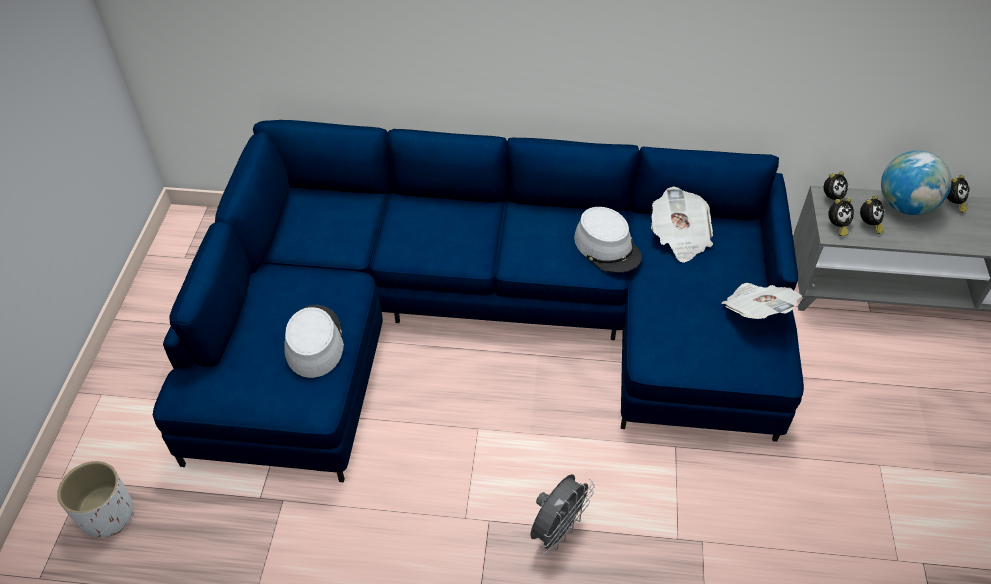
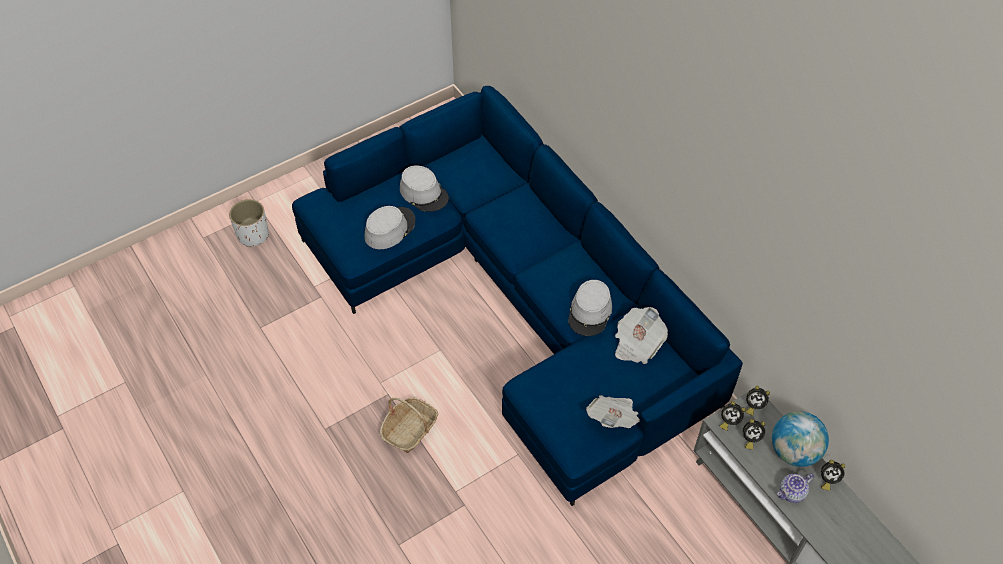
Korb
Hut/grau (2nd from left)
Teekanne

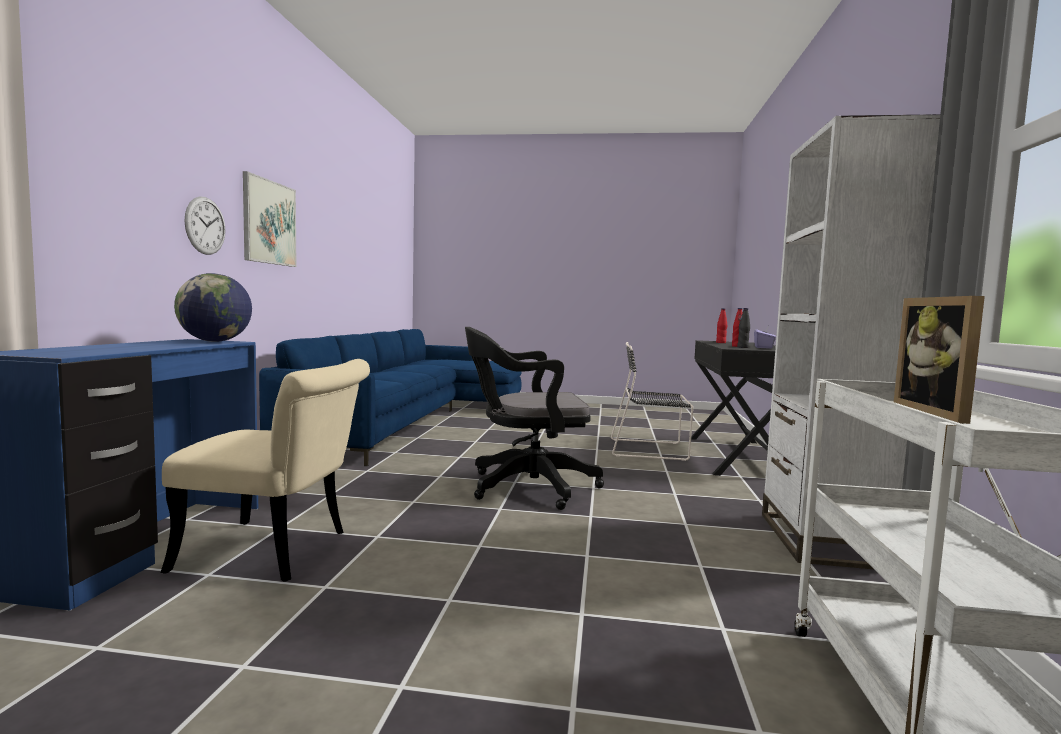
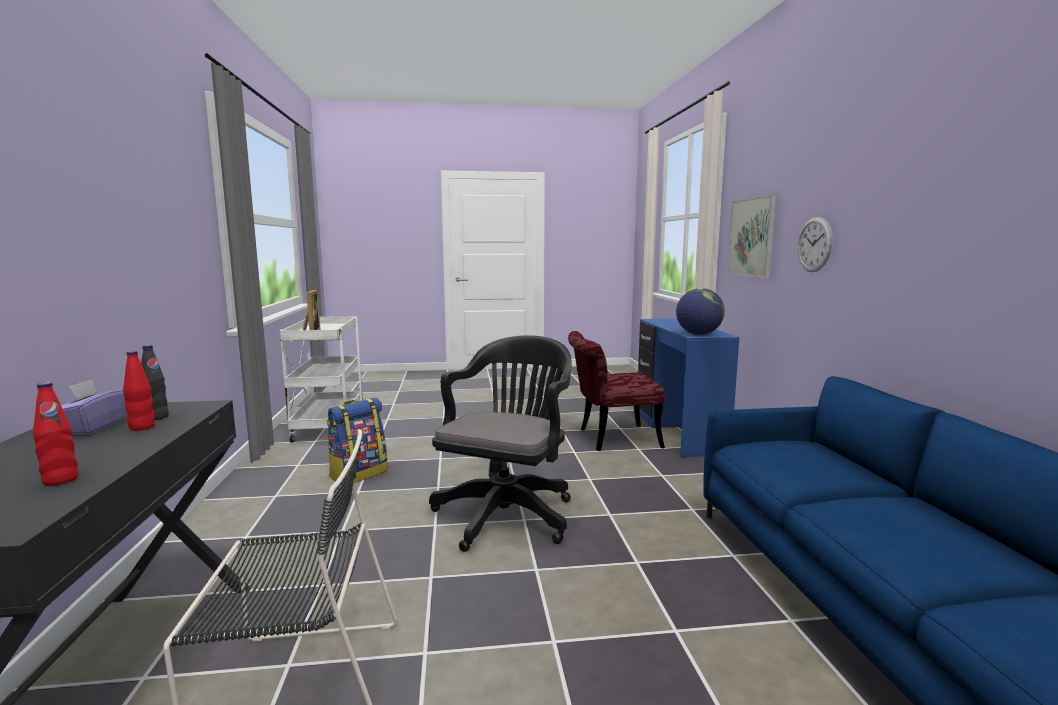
Bücherregal/weiß
Bild
Bürostuhl/schwarz
Stuhl/rot
Rucksack

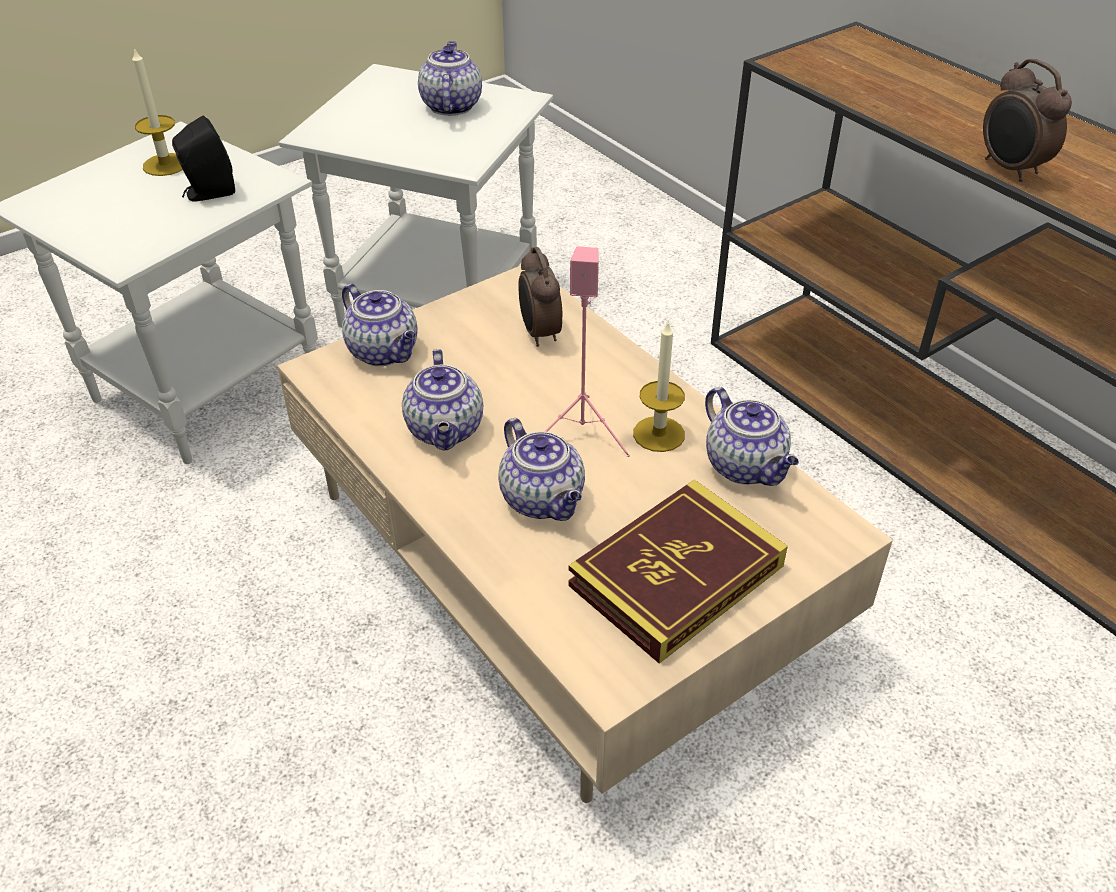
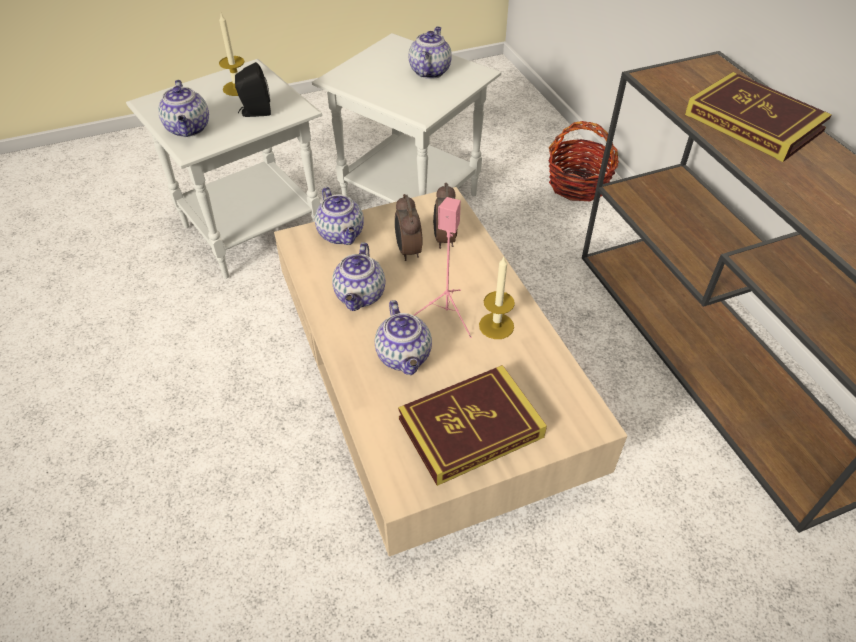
Wecker (1st from left)
Teekanne (1st from left)
Buch (2nd from left)
Korb

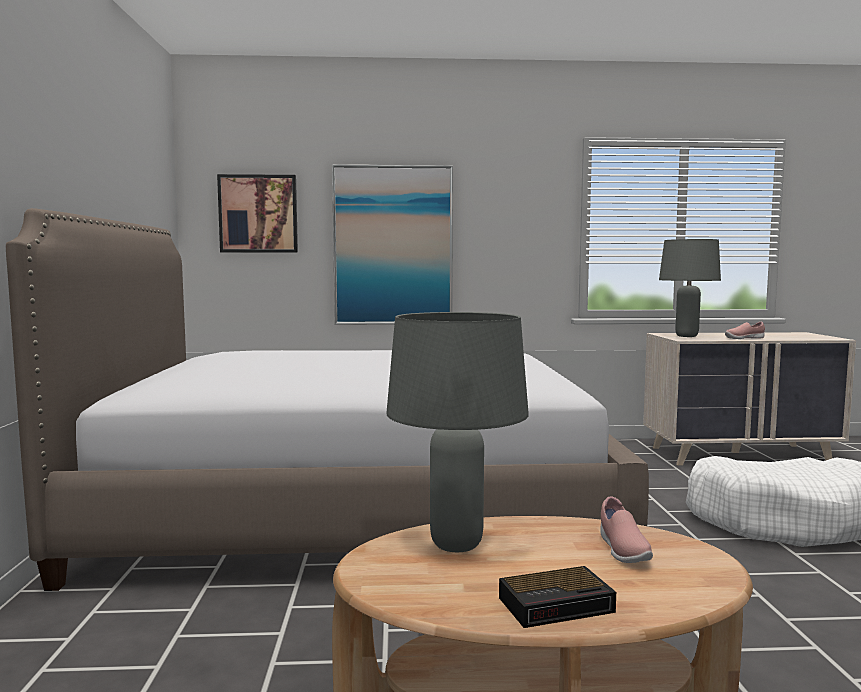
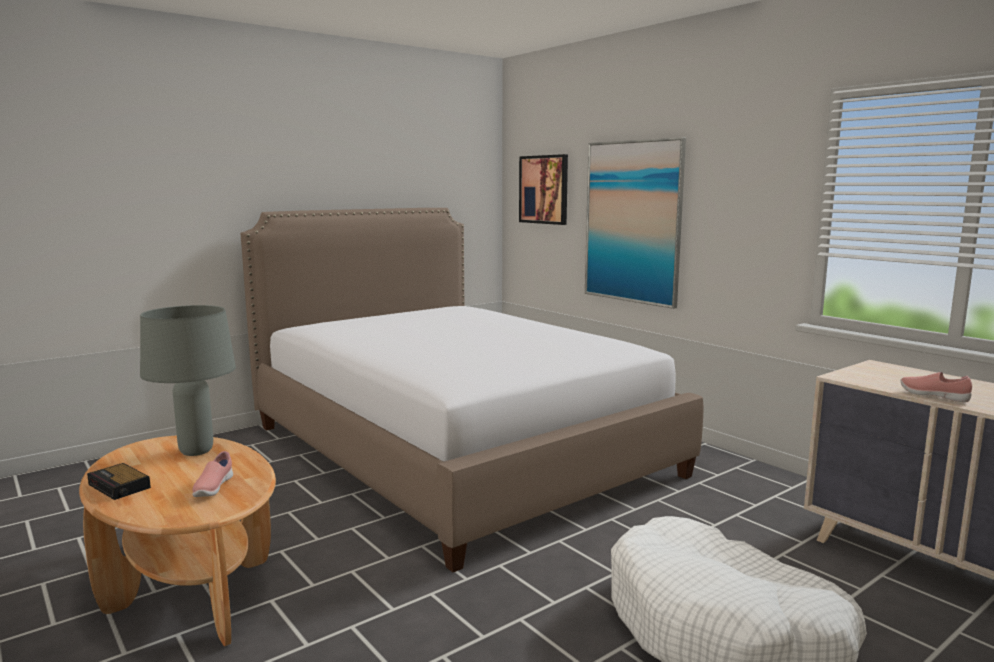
Tischlampe/grau (2nd from left in the first image)
Schuh/rosa (1st from left)

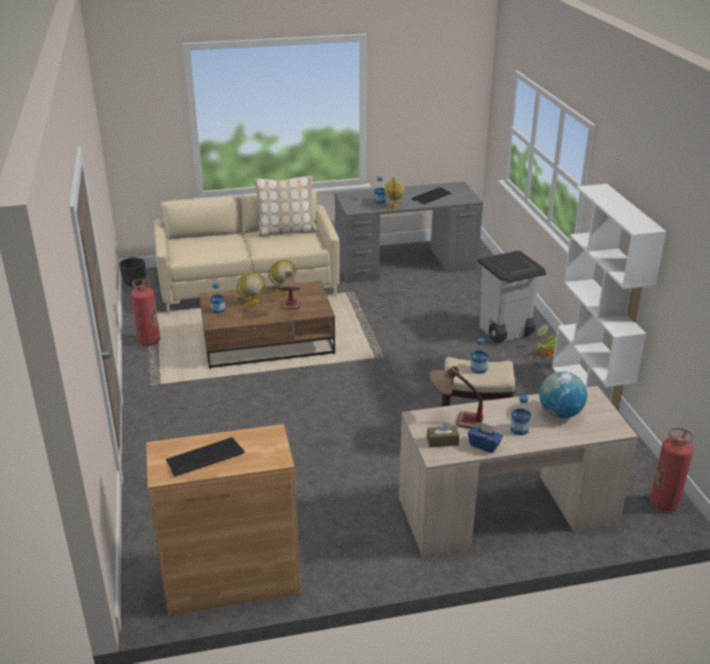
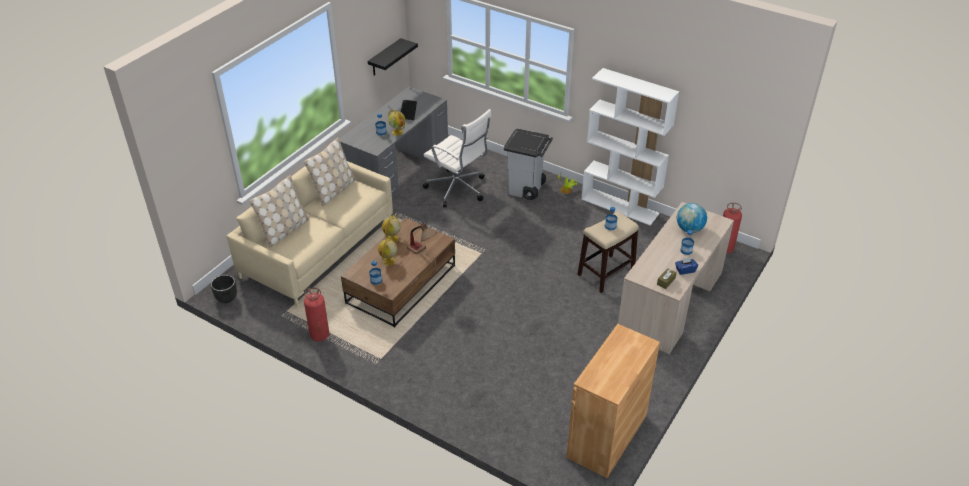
Tischlampe (2nd from left in the first image)
Tastatur (1st from left in the first image)
Wandregal/schwarz
Bürostuhl/weiß
Kissen/beige (1st from left)

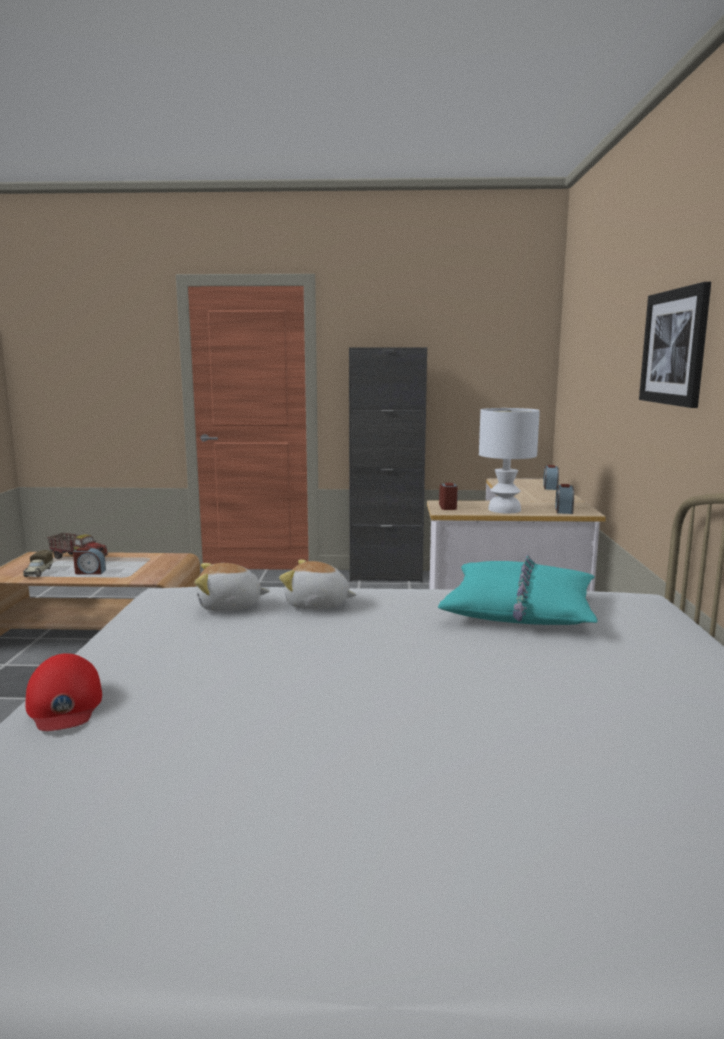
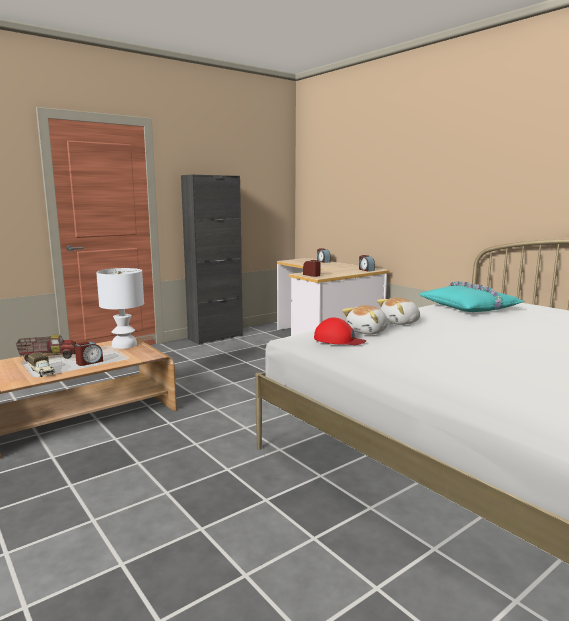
Bild
Tischlampe/weiß
Kappe/rot

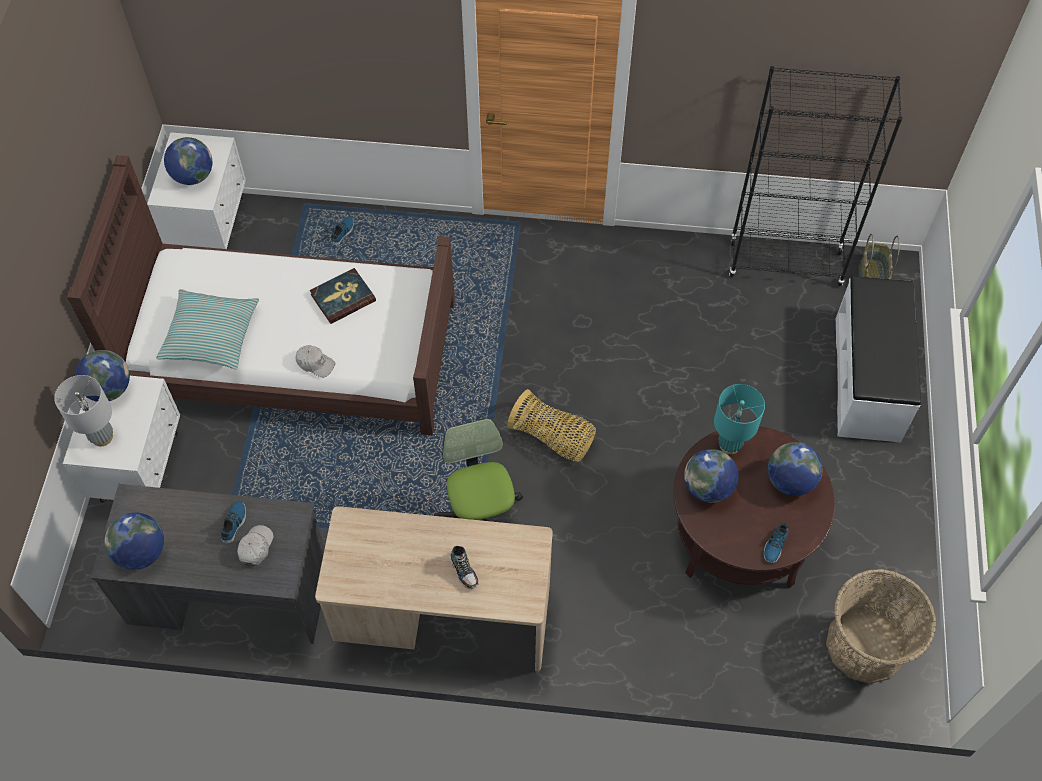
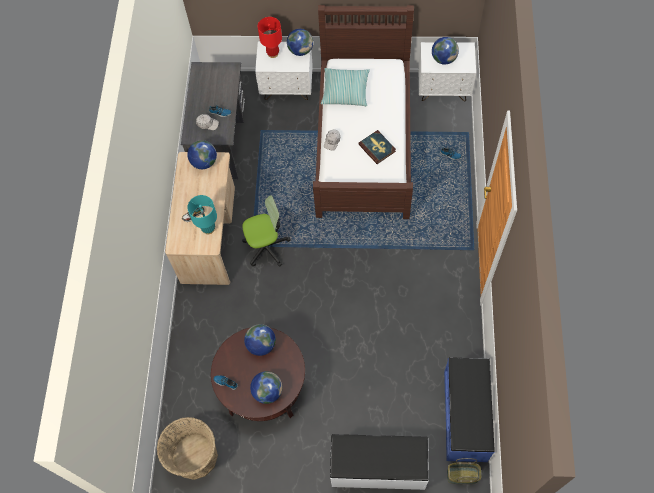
Bank/blau
Tischlampe/rot
Tischlampe/türkis
Korb (1st from left in the first image)
Globus (1st from left)

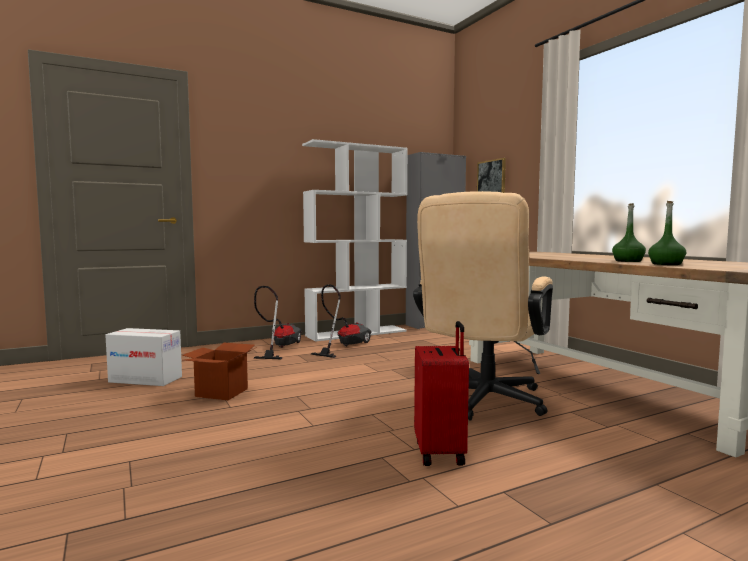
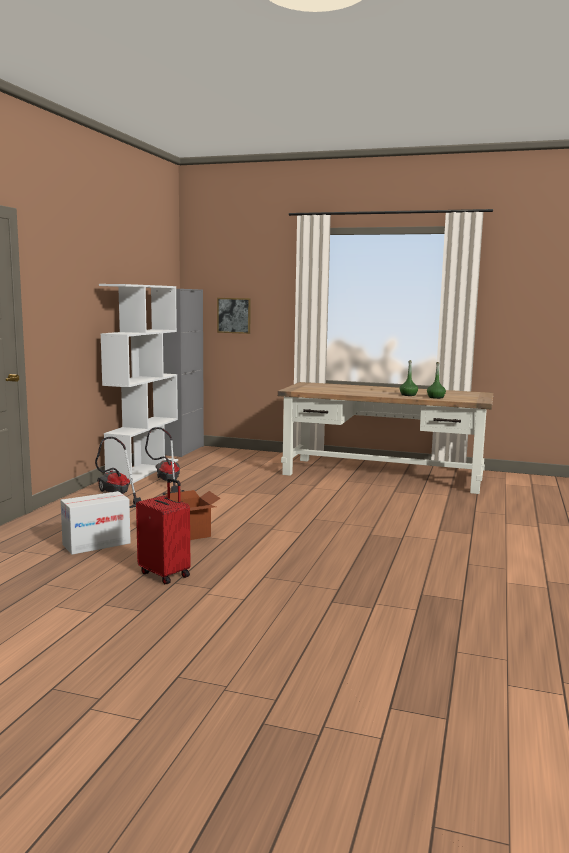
Bürostuhl/beige
Koffer/rot

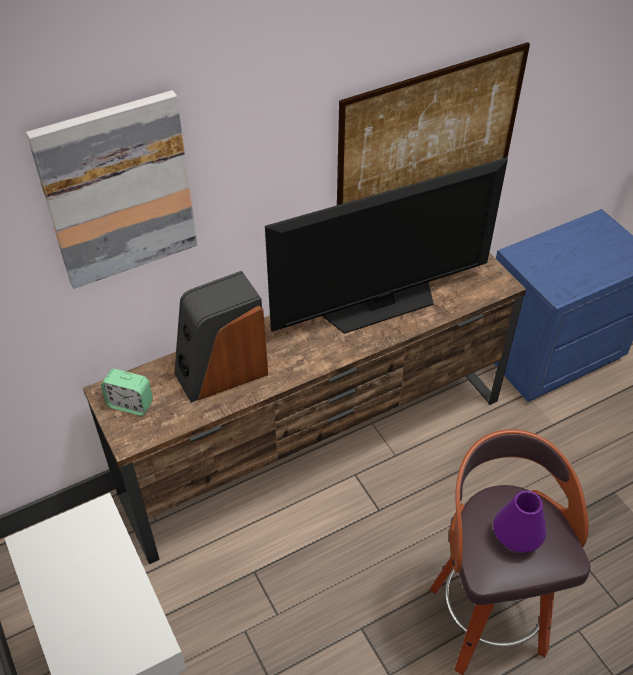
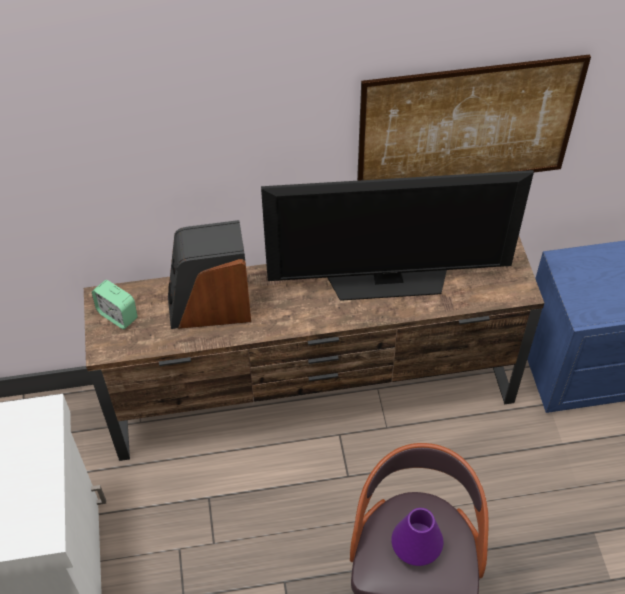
Bild (1st from left in the first image)

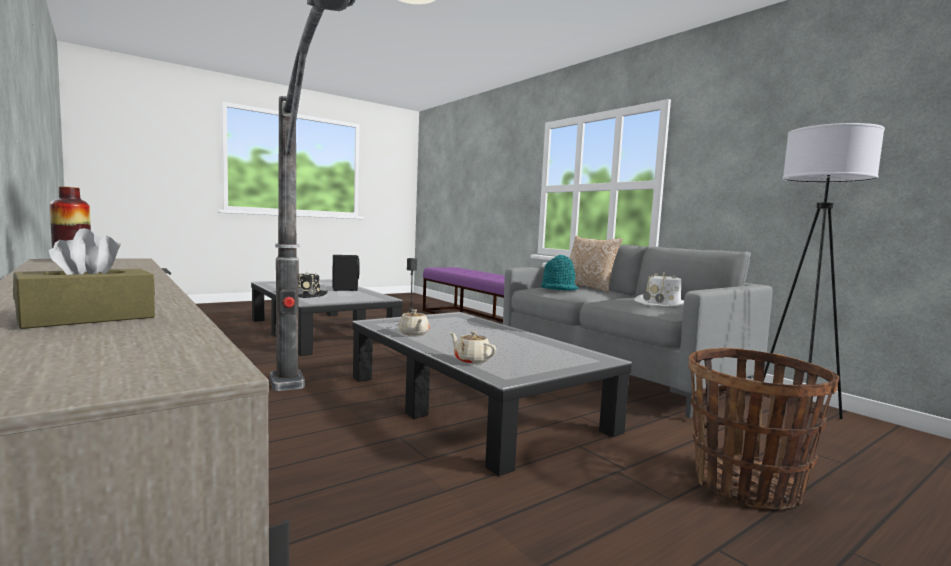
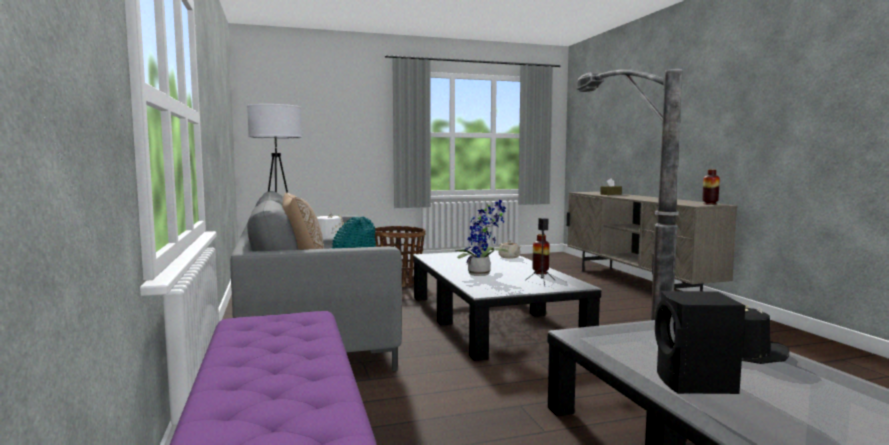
Vase (1st from left)
Topfpflanze

